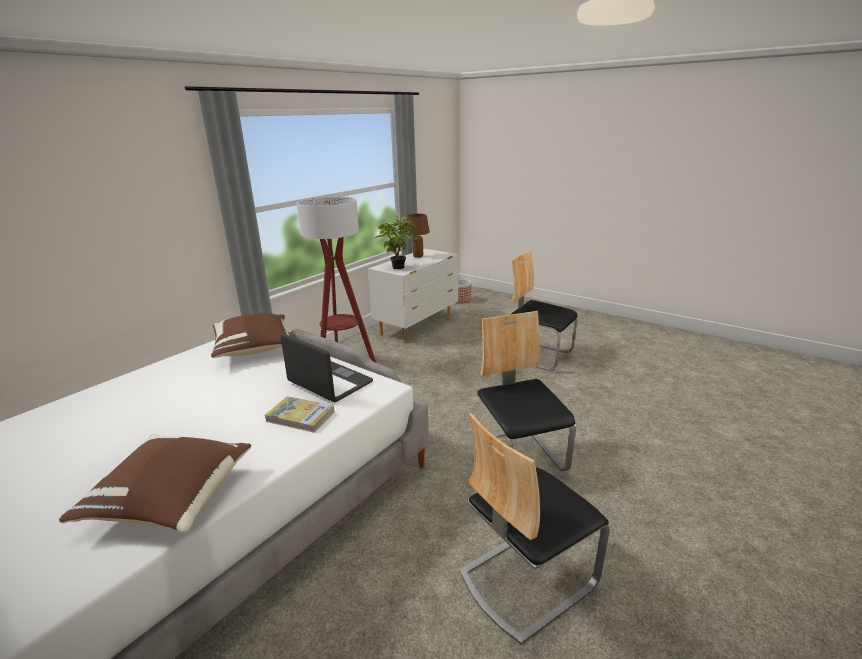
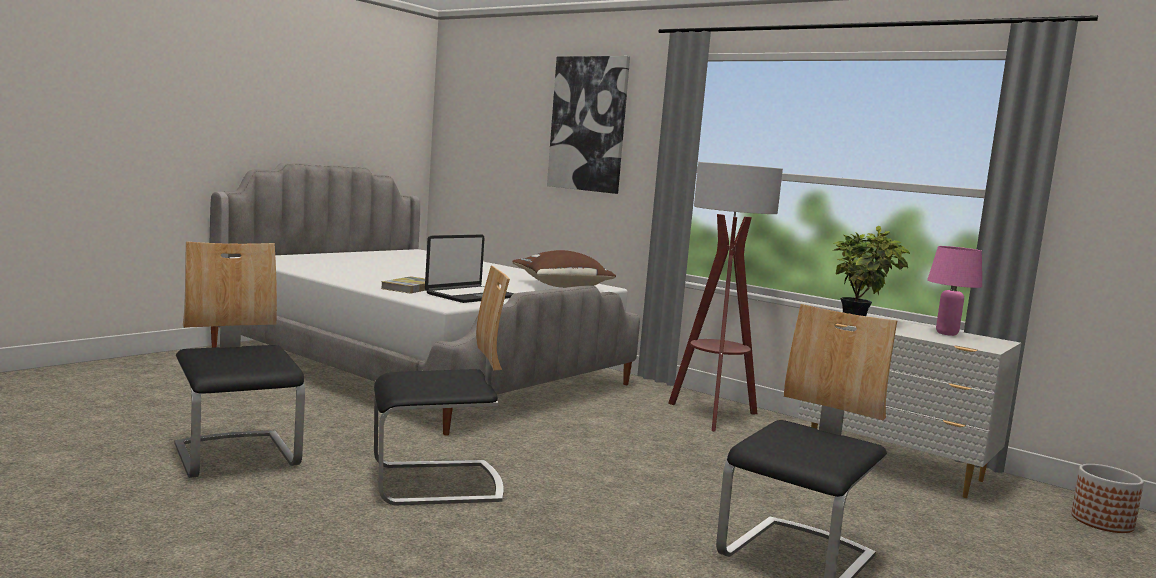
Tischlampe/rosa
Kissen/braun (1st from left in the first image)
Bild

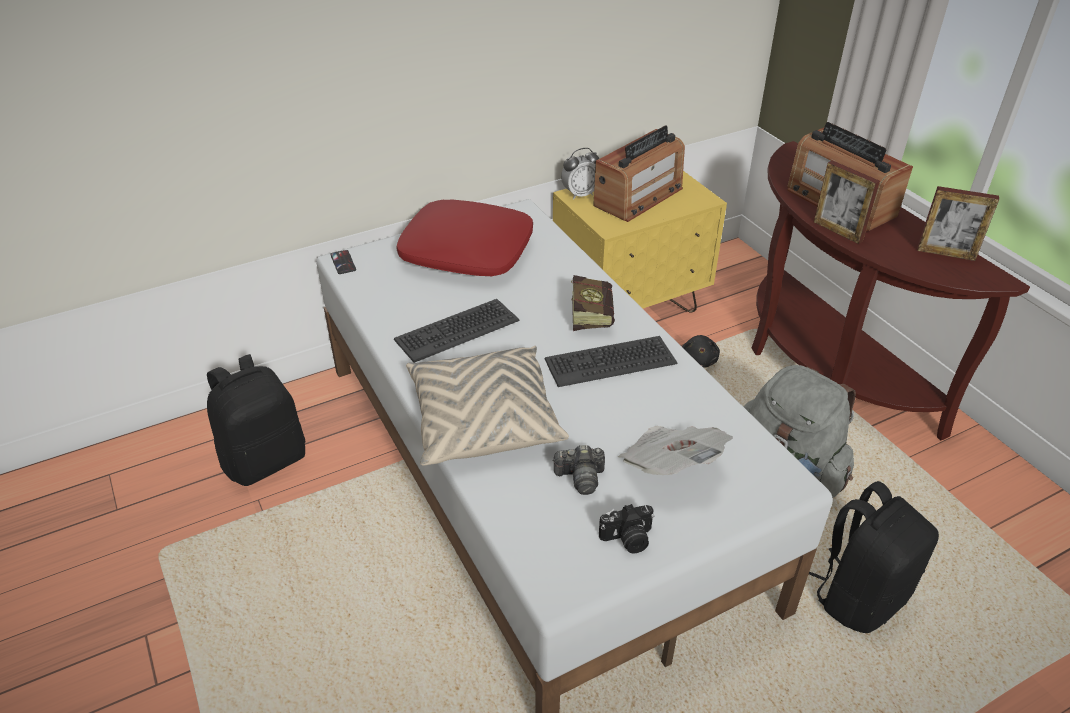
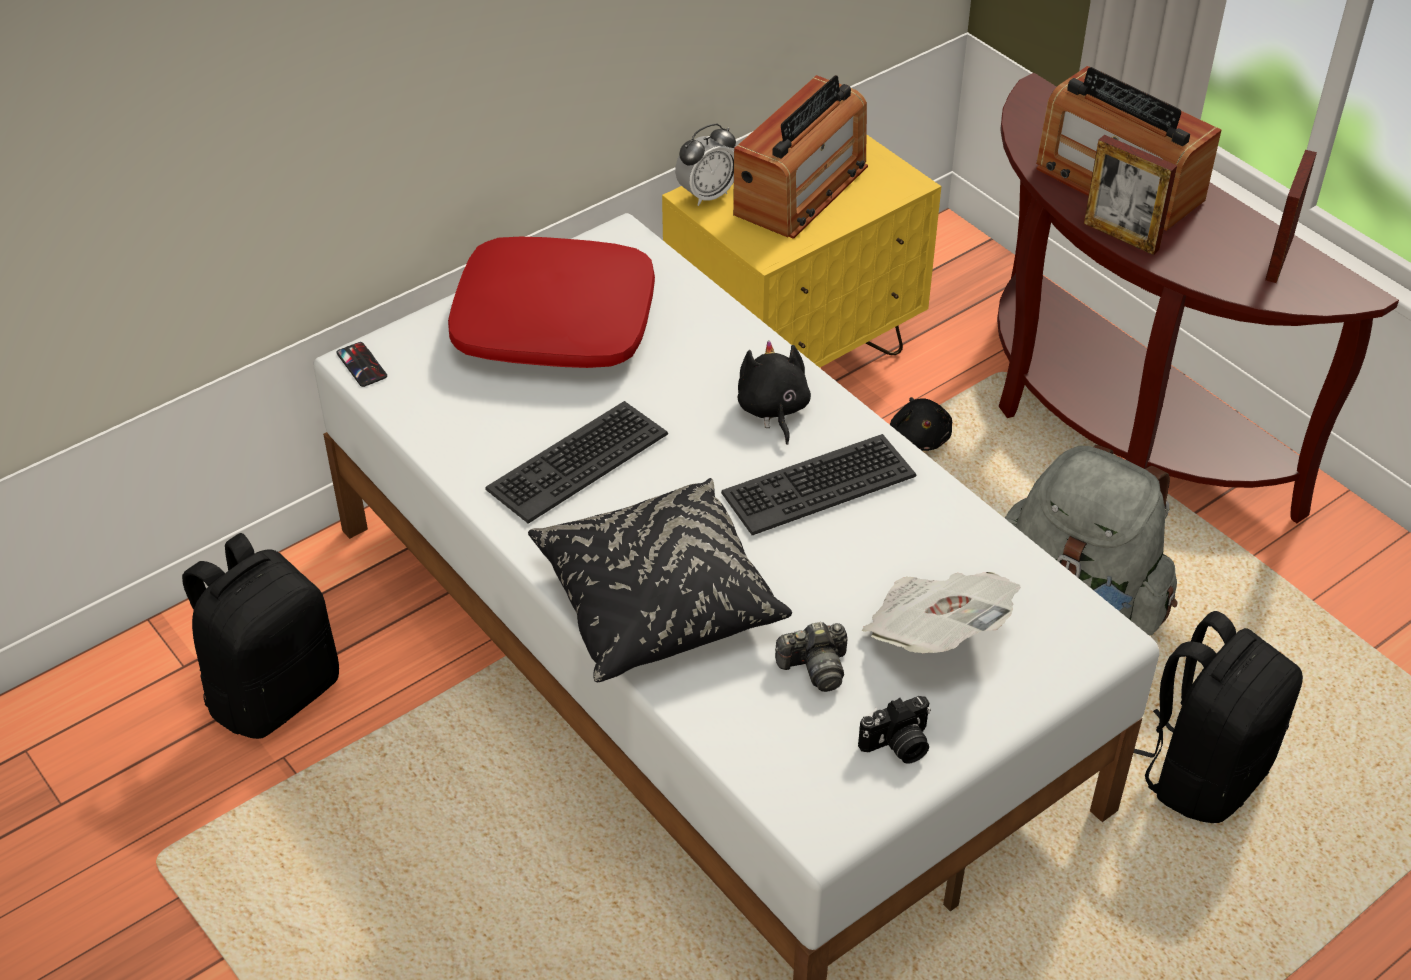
Bilderrahmen (2nd from left)
Plüschtier/schwarz (1st from left)
Kissen/schwarz

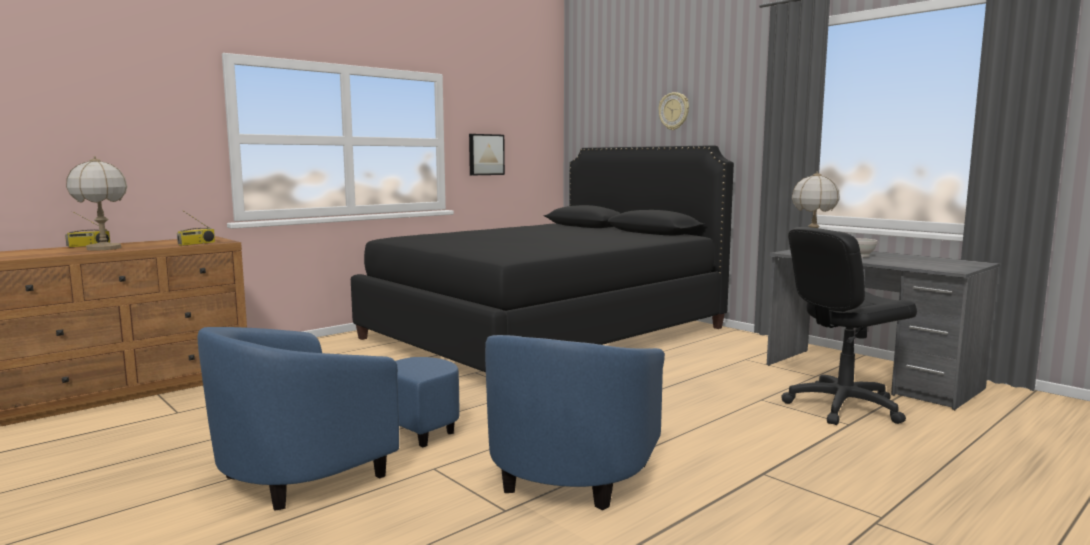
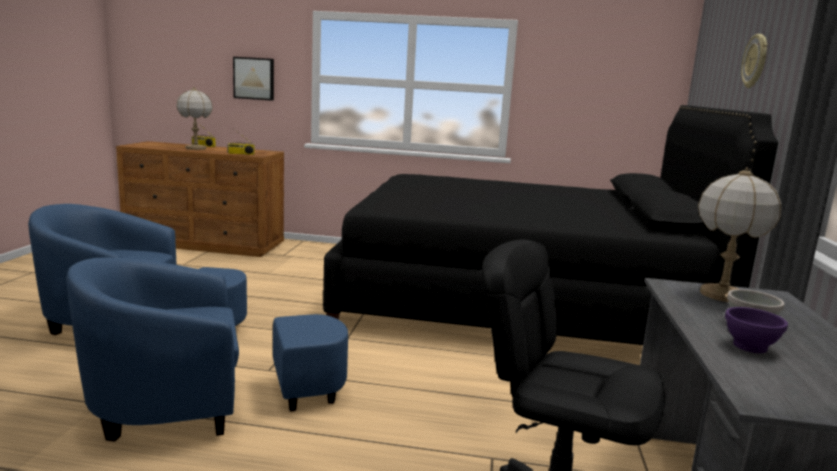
Bild
Schüssel/lila

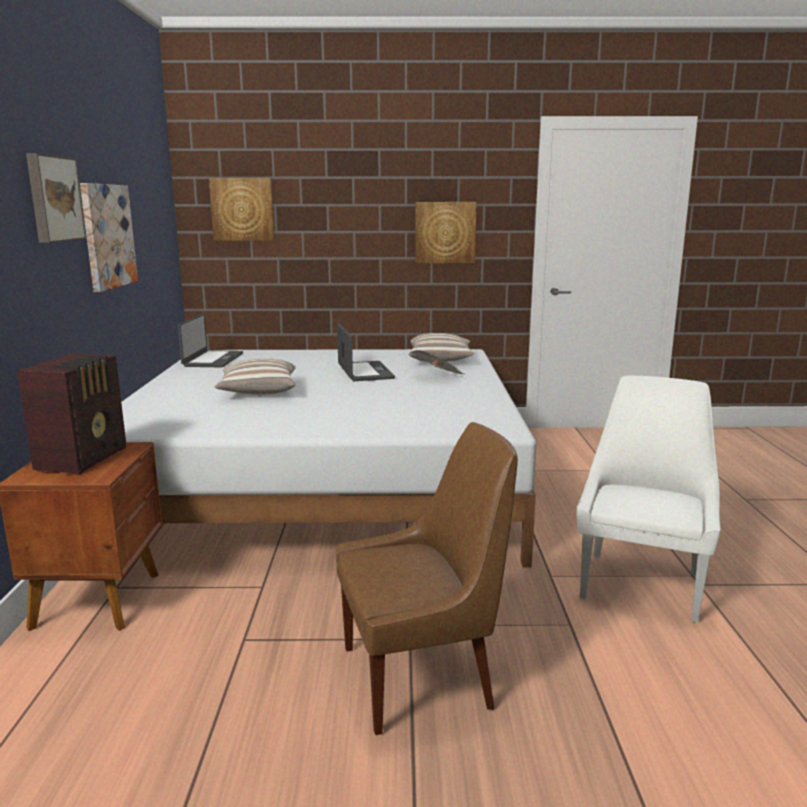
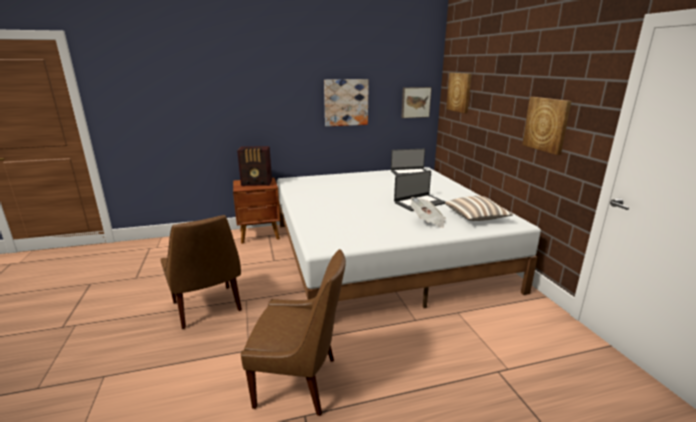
Bild (2nd from left)
Kissen (1st from left in the first image)
Stuhl/braun (2nd from left)

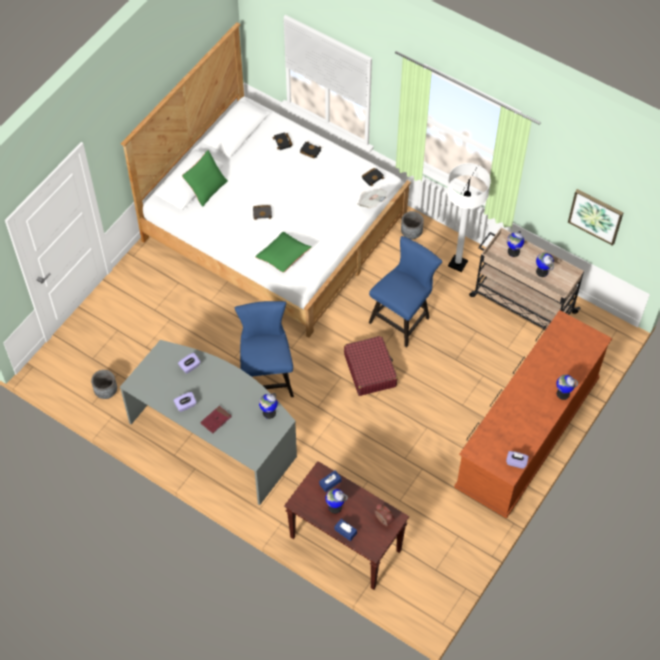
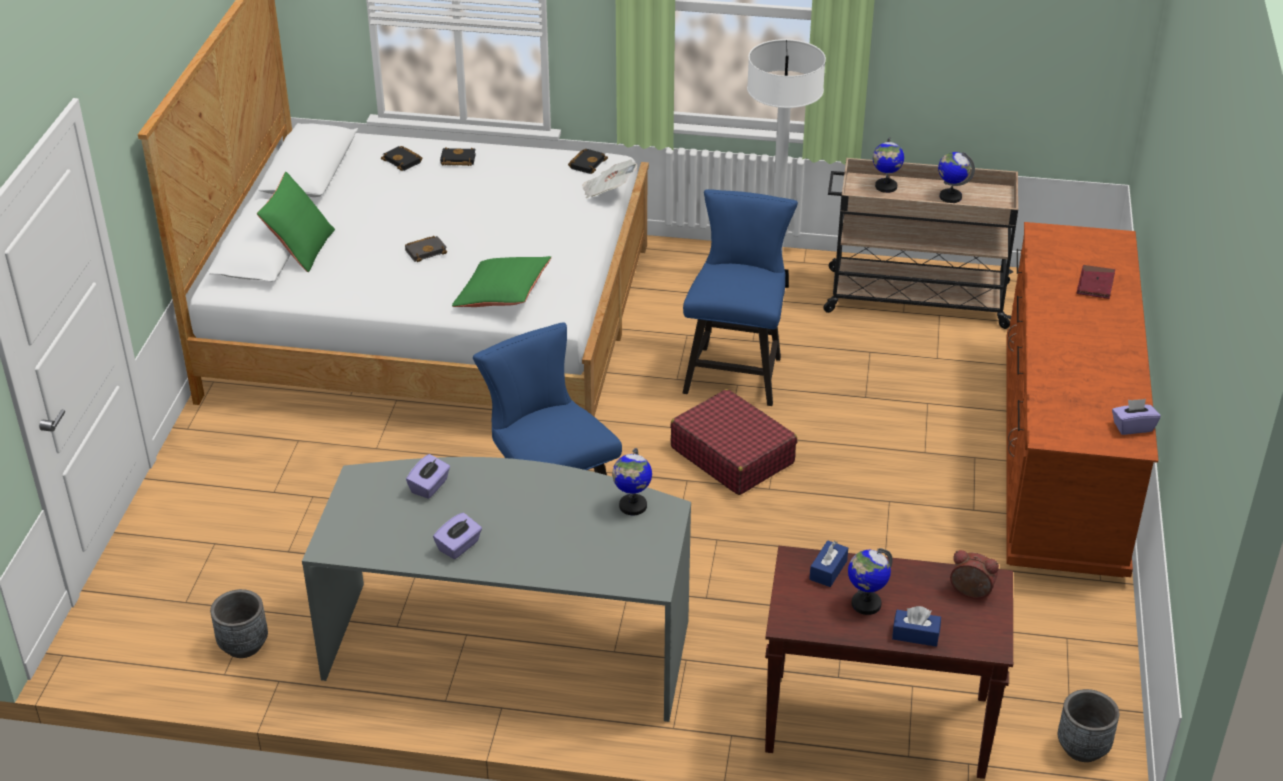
Bild
Pflanzkübel/grau (2nd from left)
Globus (5th from left in the first image)
Buch/rot

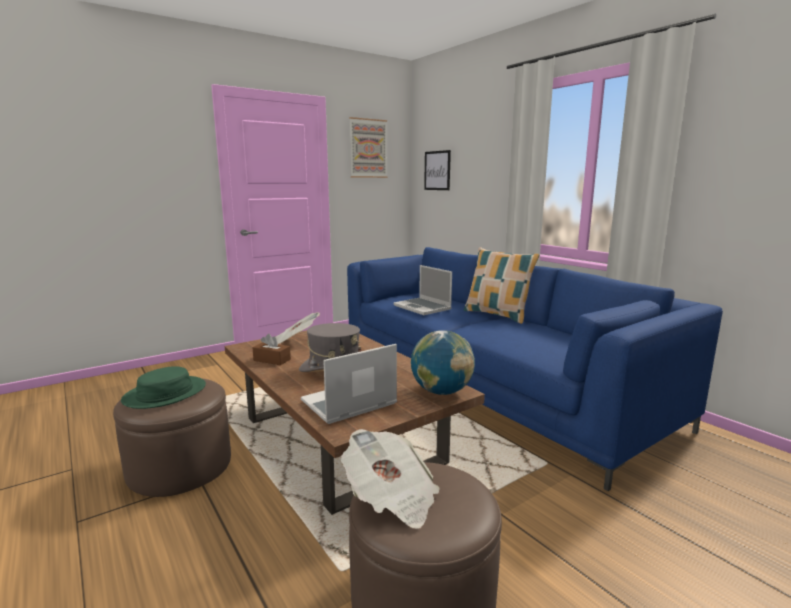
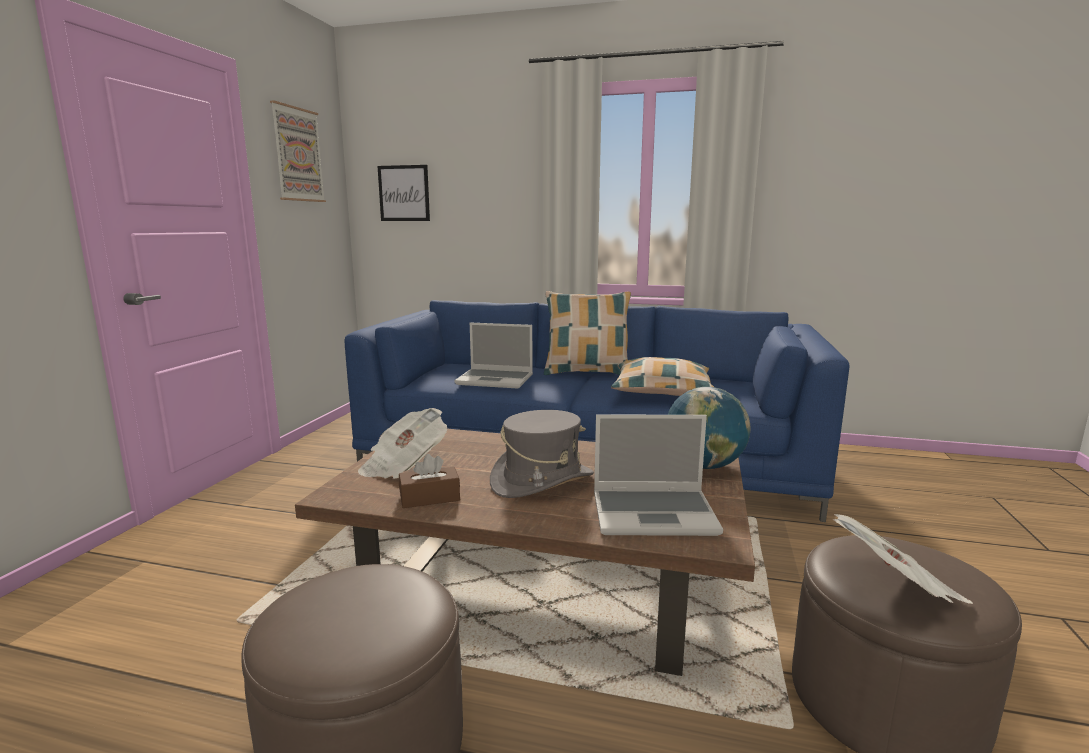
Laptop (2nd from left)
Hut/grün
Kissen (2nd from left)

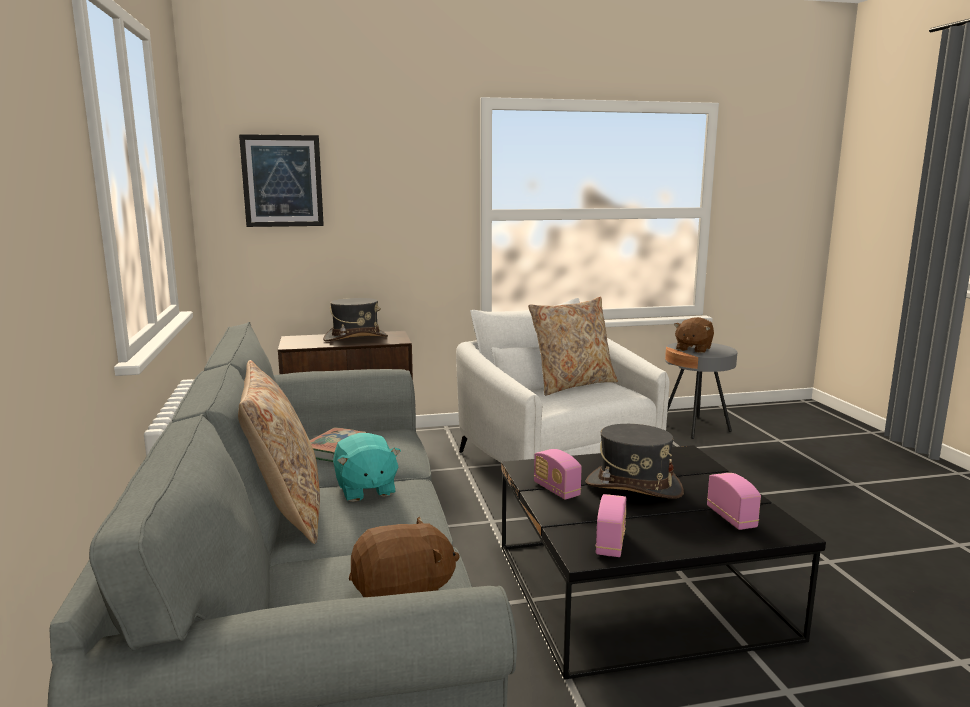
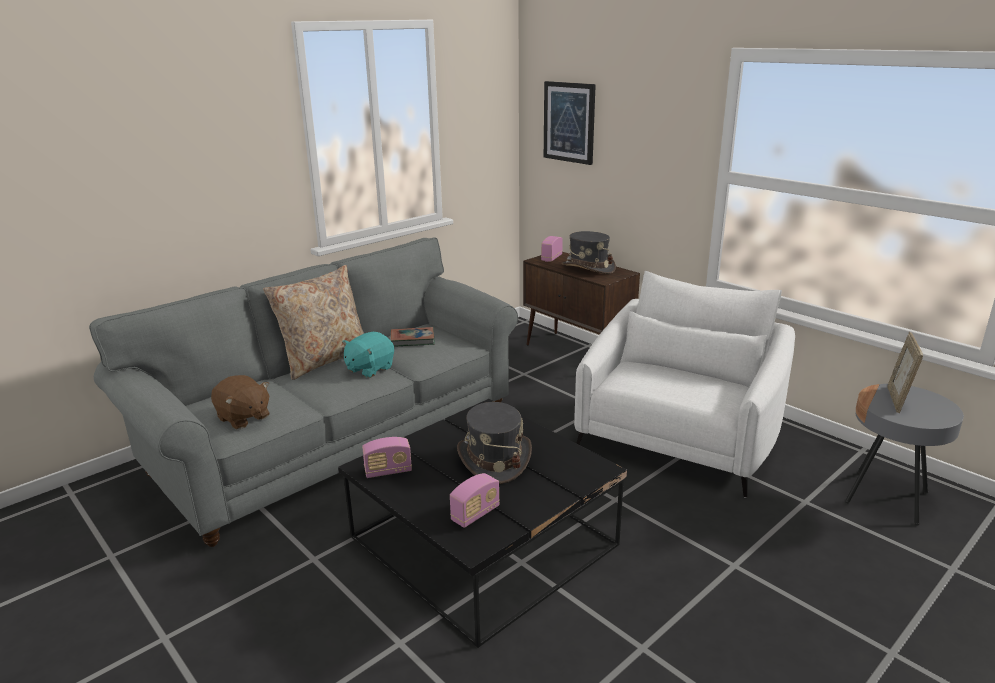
Kissen/beige (2nd from left in the first image)
Bilderrahmen
Radio (3rd from left)

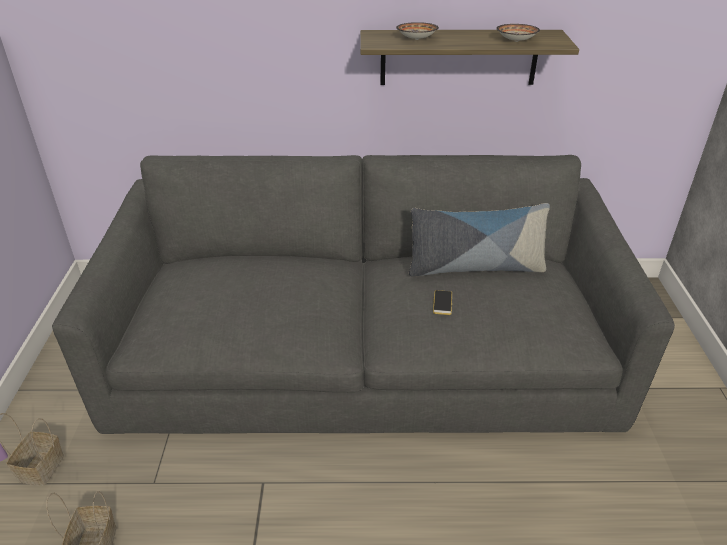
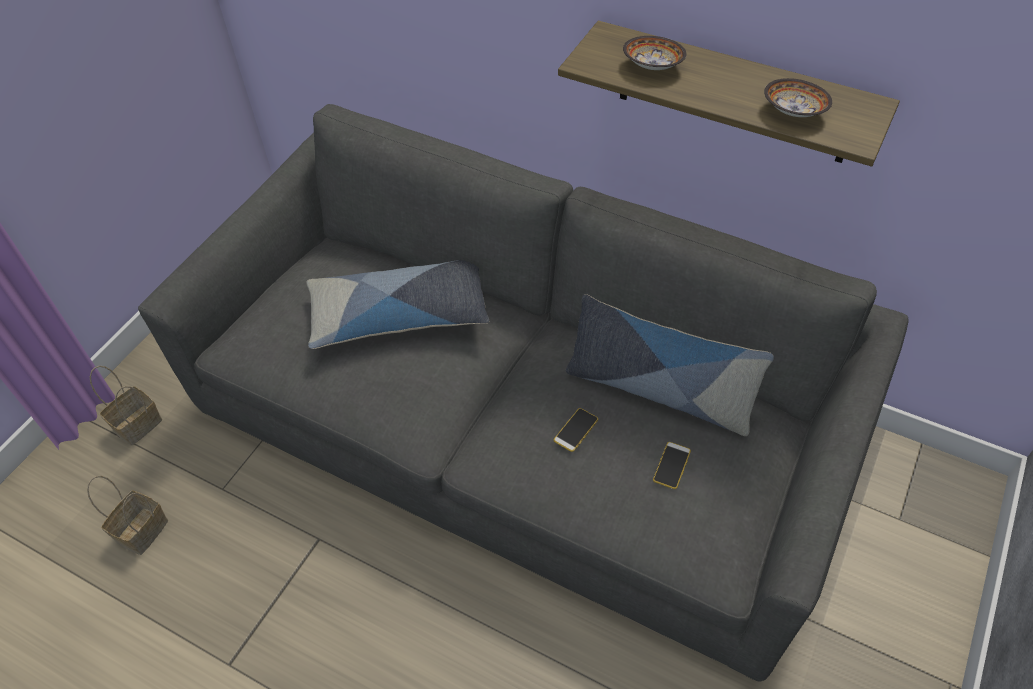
Kissen (1st from left)
Handy (2nd from left)

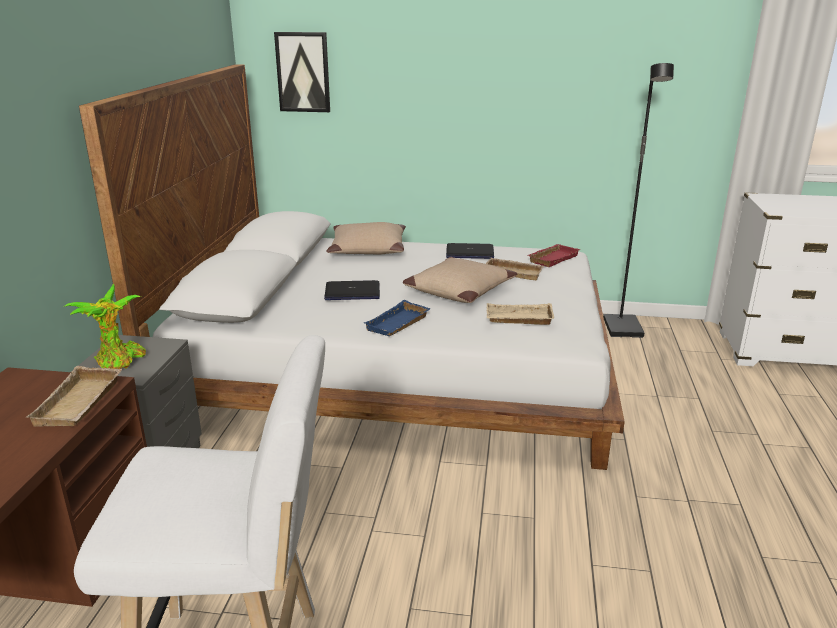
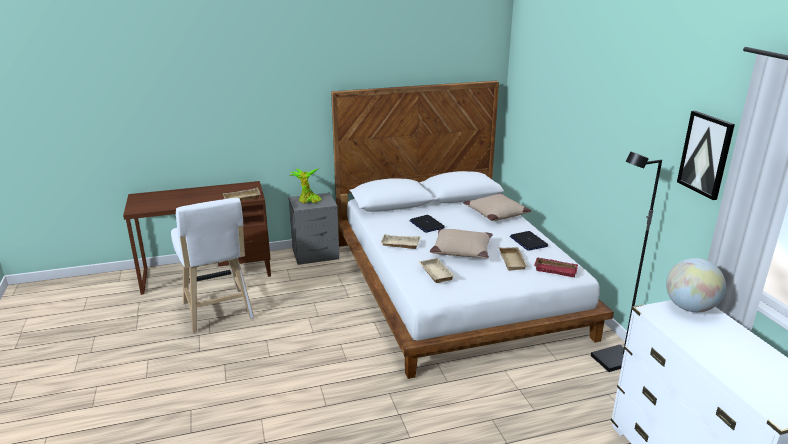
Bild
Tablett/beige (2nd from left)
Globus

